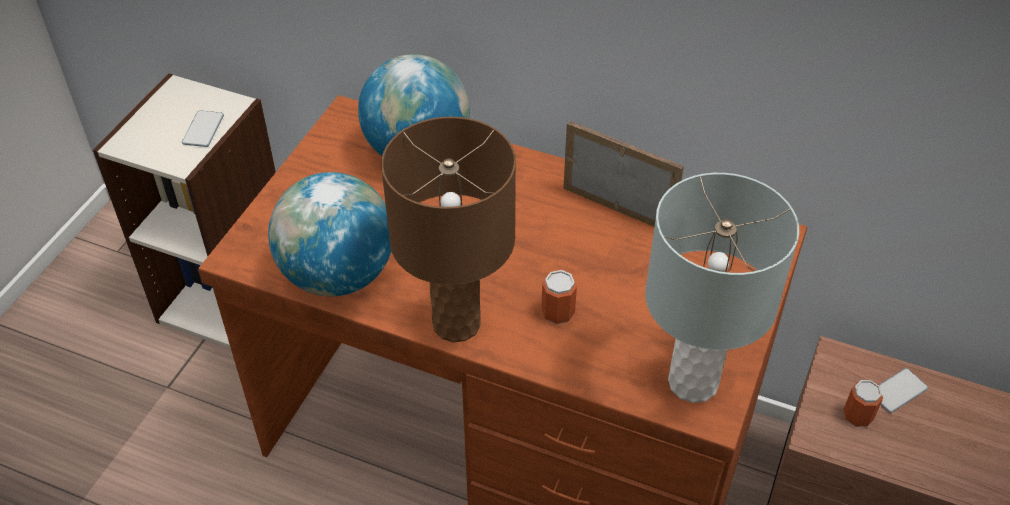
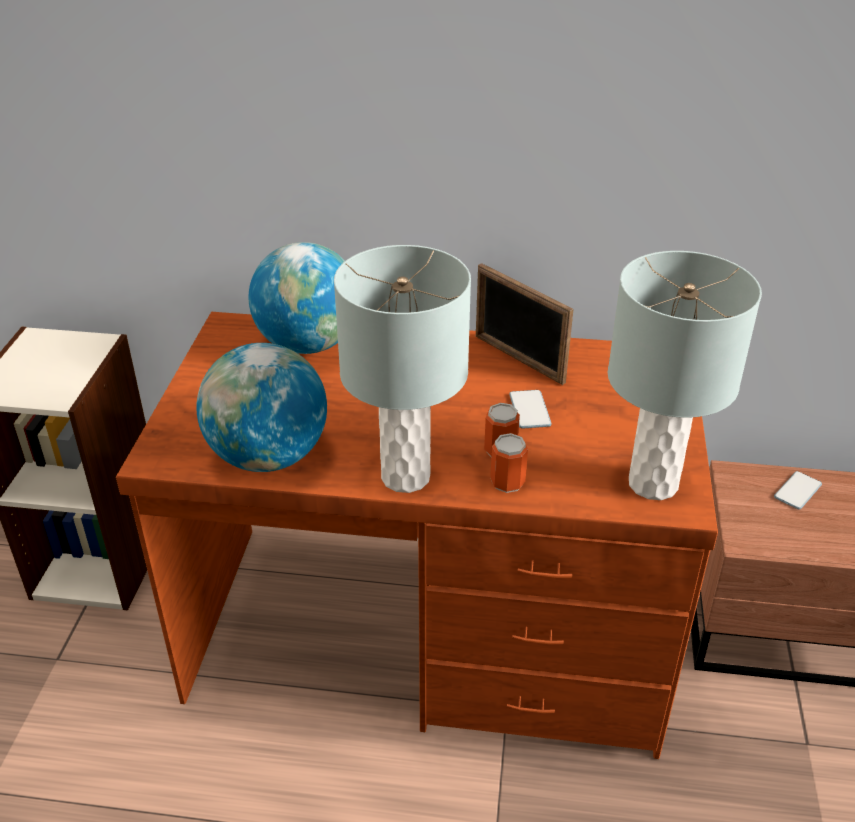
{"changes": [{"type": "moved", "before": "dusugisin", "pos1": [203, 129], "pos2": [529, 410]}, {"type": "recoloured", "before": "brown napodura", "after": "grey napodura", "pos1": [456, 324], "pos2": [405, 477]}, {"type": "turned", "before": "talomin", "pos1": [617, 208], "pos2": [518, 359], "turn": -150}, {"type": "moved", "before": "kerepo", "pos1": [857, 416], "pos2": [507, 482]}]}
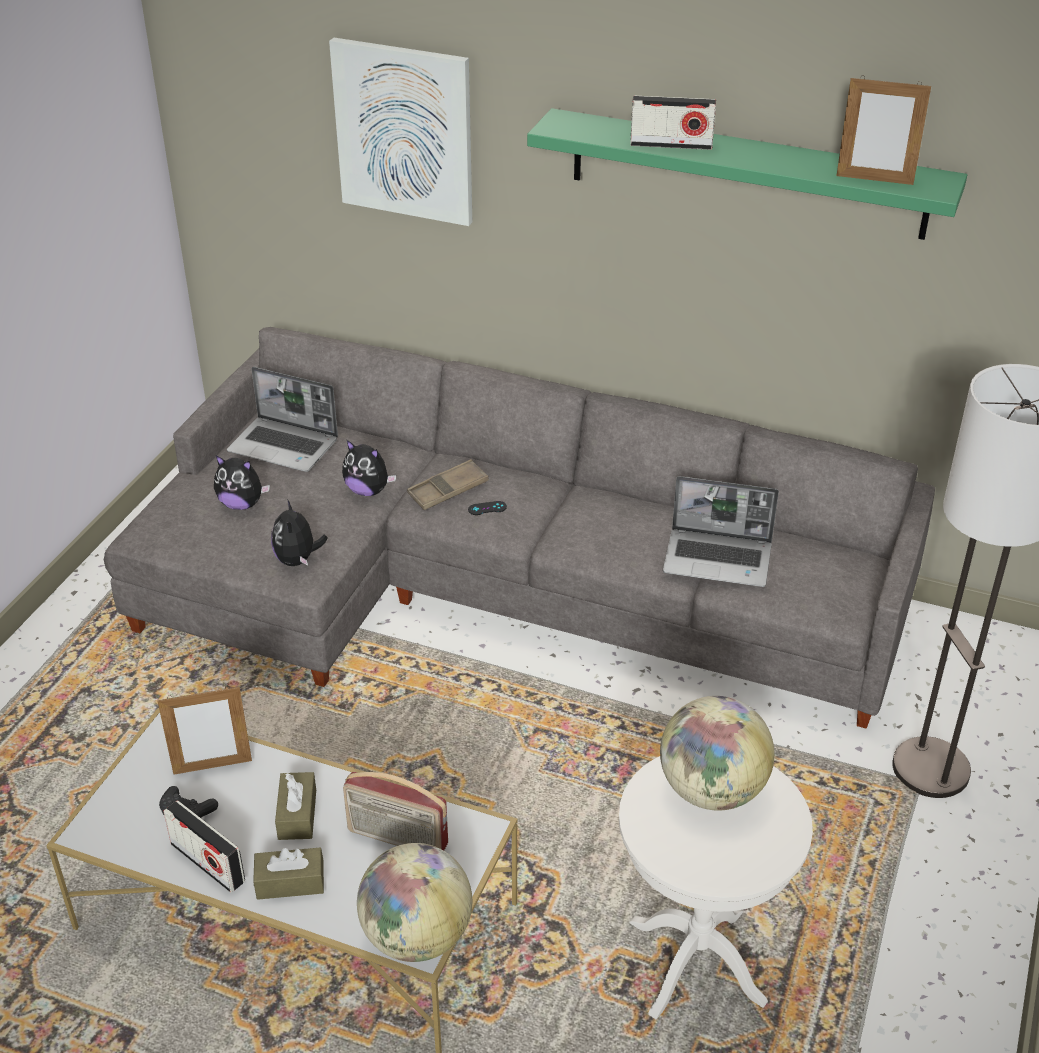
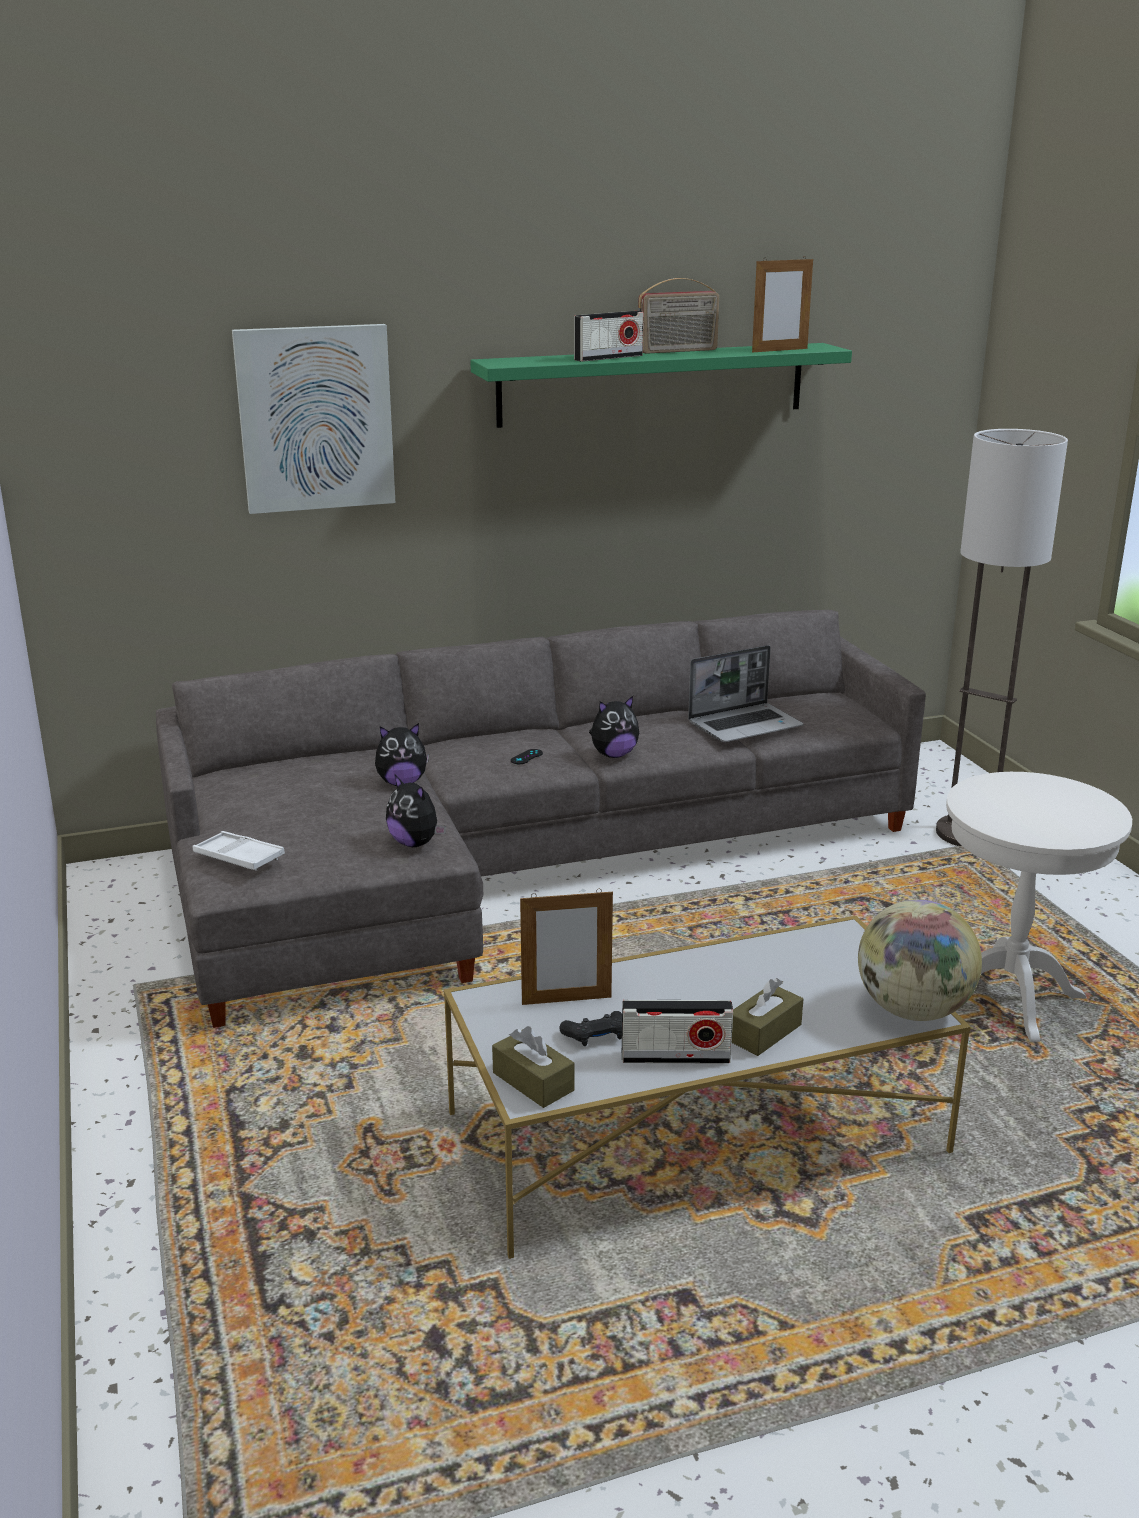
{"changes": [{"type": "removed", "before": "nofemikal", "pos1": [285, 446]}, {"type": "moved", "before": "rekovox", "pos1": [242, 504], "pos2": [613, 755]}, {"type": "removed", "before": "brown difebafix", "pos1": [448, 490]}, {"type": "turned", "before": "talomin", "pos1": [212, 767], "pos2": [566, 1000], "turn": 45}, {"type": "removed", "before": "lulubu", "pos1": [711, 790]}, {"type": "moved", "before": "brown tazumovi", "pos1": [297, 814], "pos2": [533, 1081]}, {"type": "moved", "before": "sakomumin", "pos1": [397, 839], "pos2": [678, 351]}, {"type": "added", "after": "white difebafix", "pos2": [238, 857]}]}
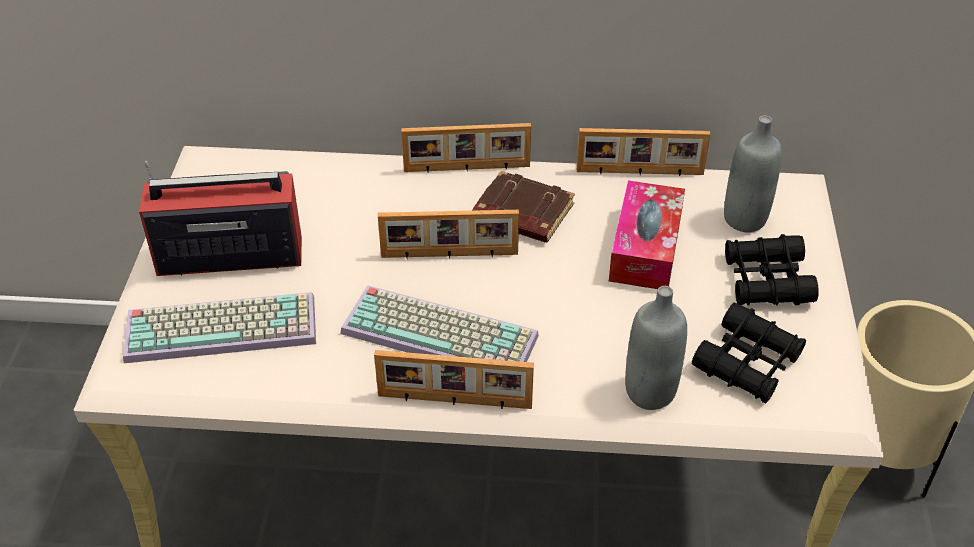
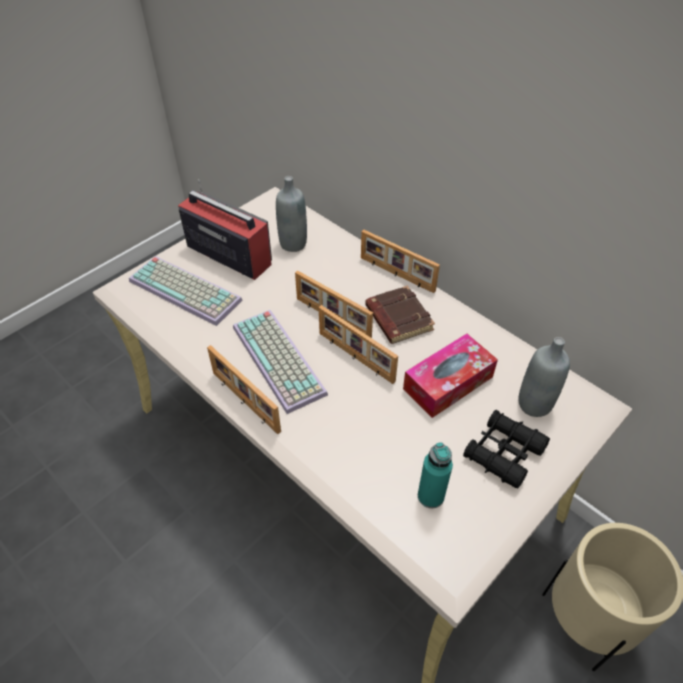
{"changes": [{"type": "moved", "before": "talomin", "pos1": [640, 173], "pos2": [355, 357]}, {"type": "moved", "before": "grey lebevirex", "pos1": [650, 392], "pos2": [293, 244]}, {"type": "replaced", "before": "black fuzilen", "after": "turquoise lebevirex", "pos1": [747, 362], "pos2": [430, 496]}]}
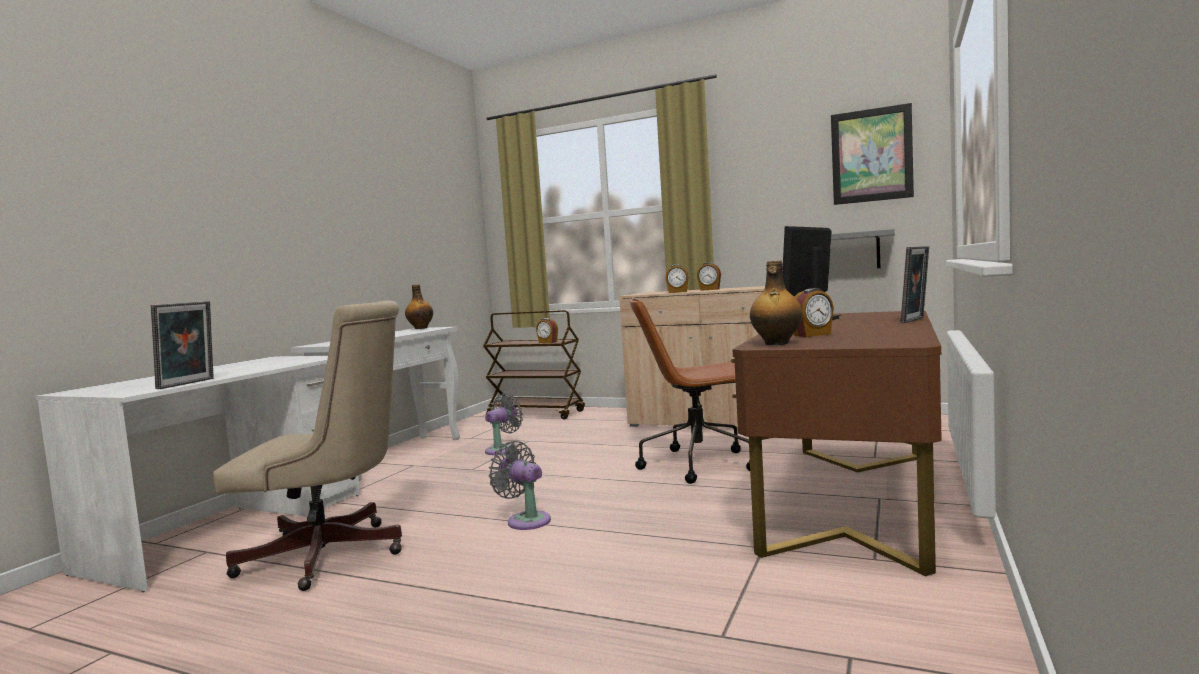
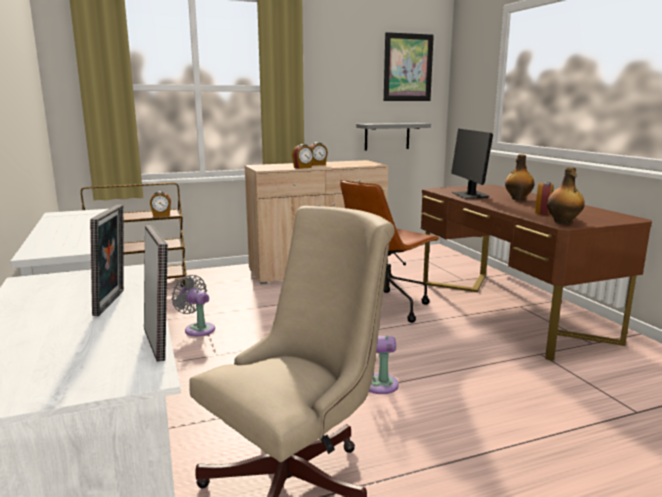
{"changes": [{"type": "moved", "before": "talomin", "pos1": [916, 320], "pos2": [113, 302]}, {"type": "moved", "before": "lebevirex", "pos1": [420, 328], "pos2": [517, 199]}, {"type": "turned", "before": "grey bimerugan", "pos1": [503, 450], "pos2": [197, 329], "turn": -45}]}
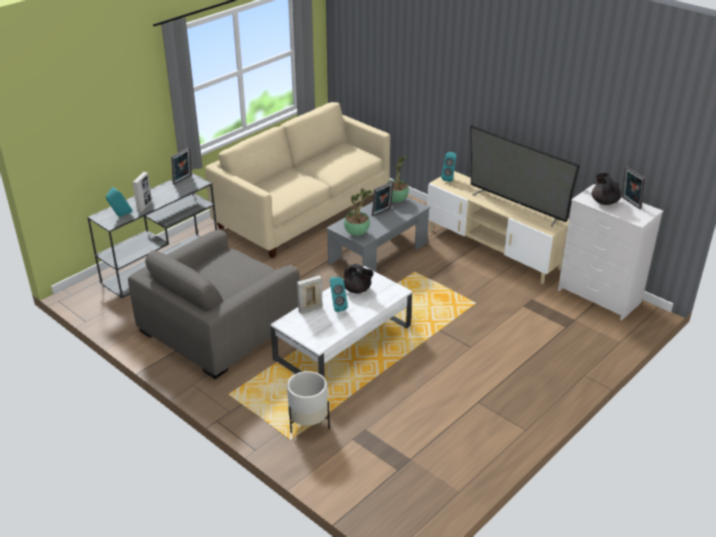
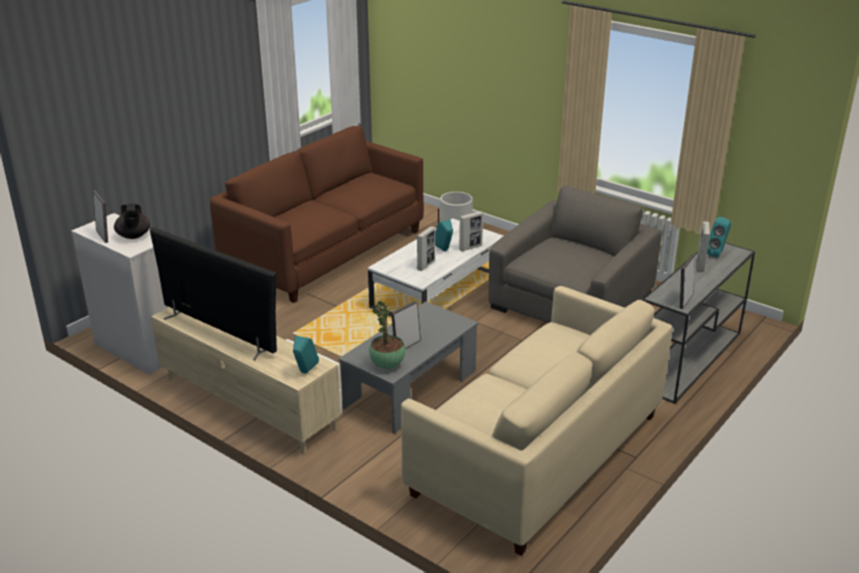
{"changes": [{"type": "removed", "before": "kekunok", "pos1": [357, 233]}, {"type": "replaced", "before": "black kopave", "after": "talomin", "pos1": [357, 290], "pos2": [426, 265]}, {"type": "added", "after": "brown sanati", "pos2": [325, 251]}]}
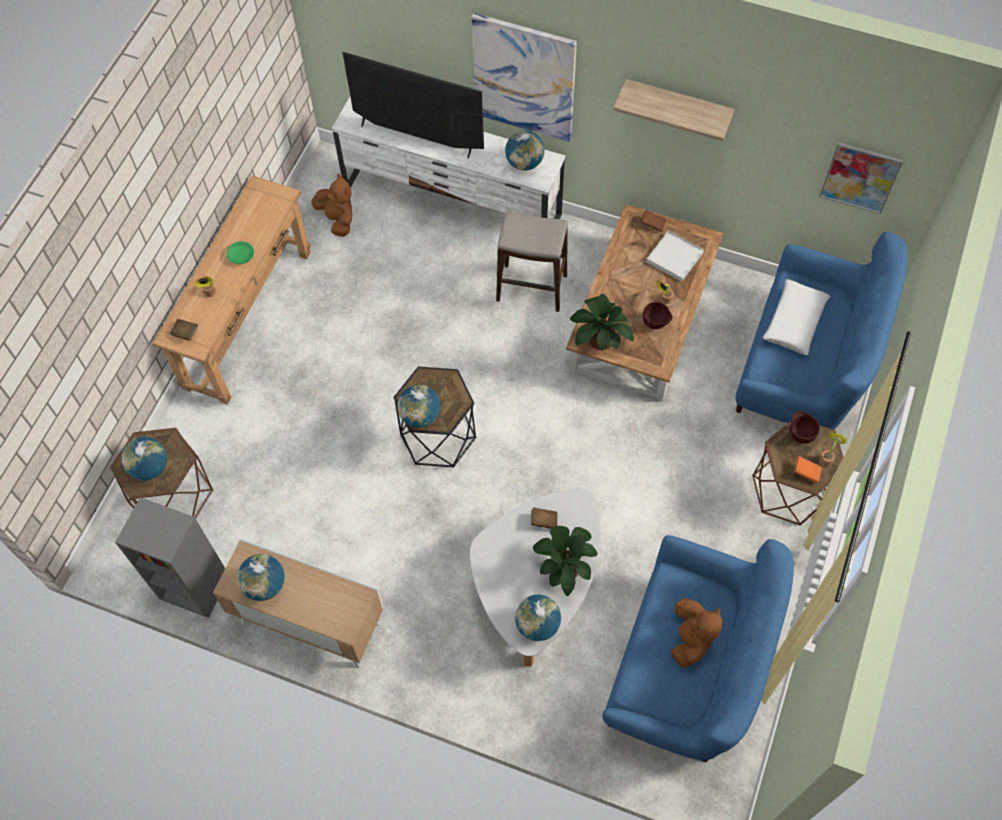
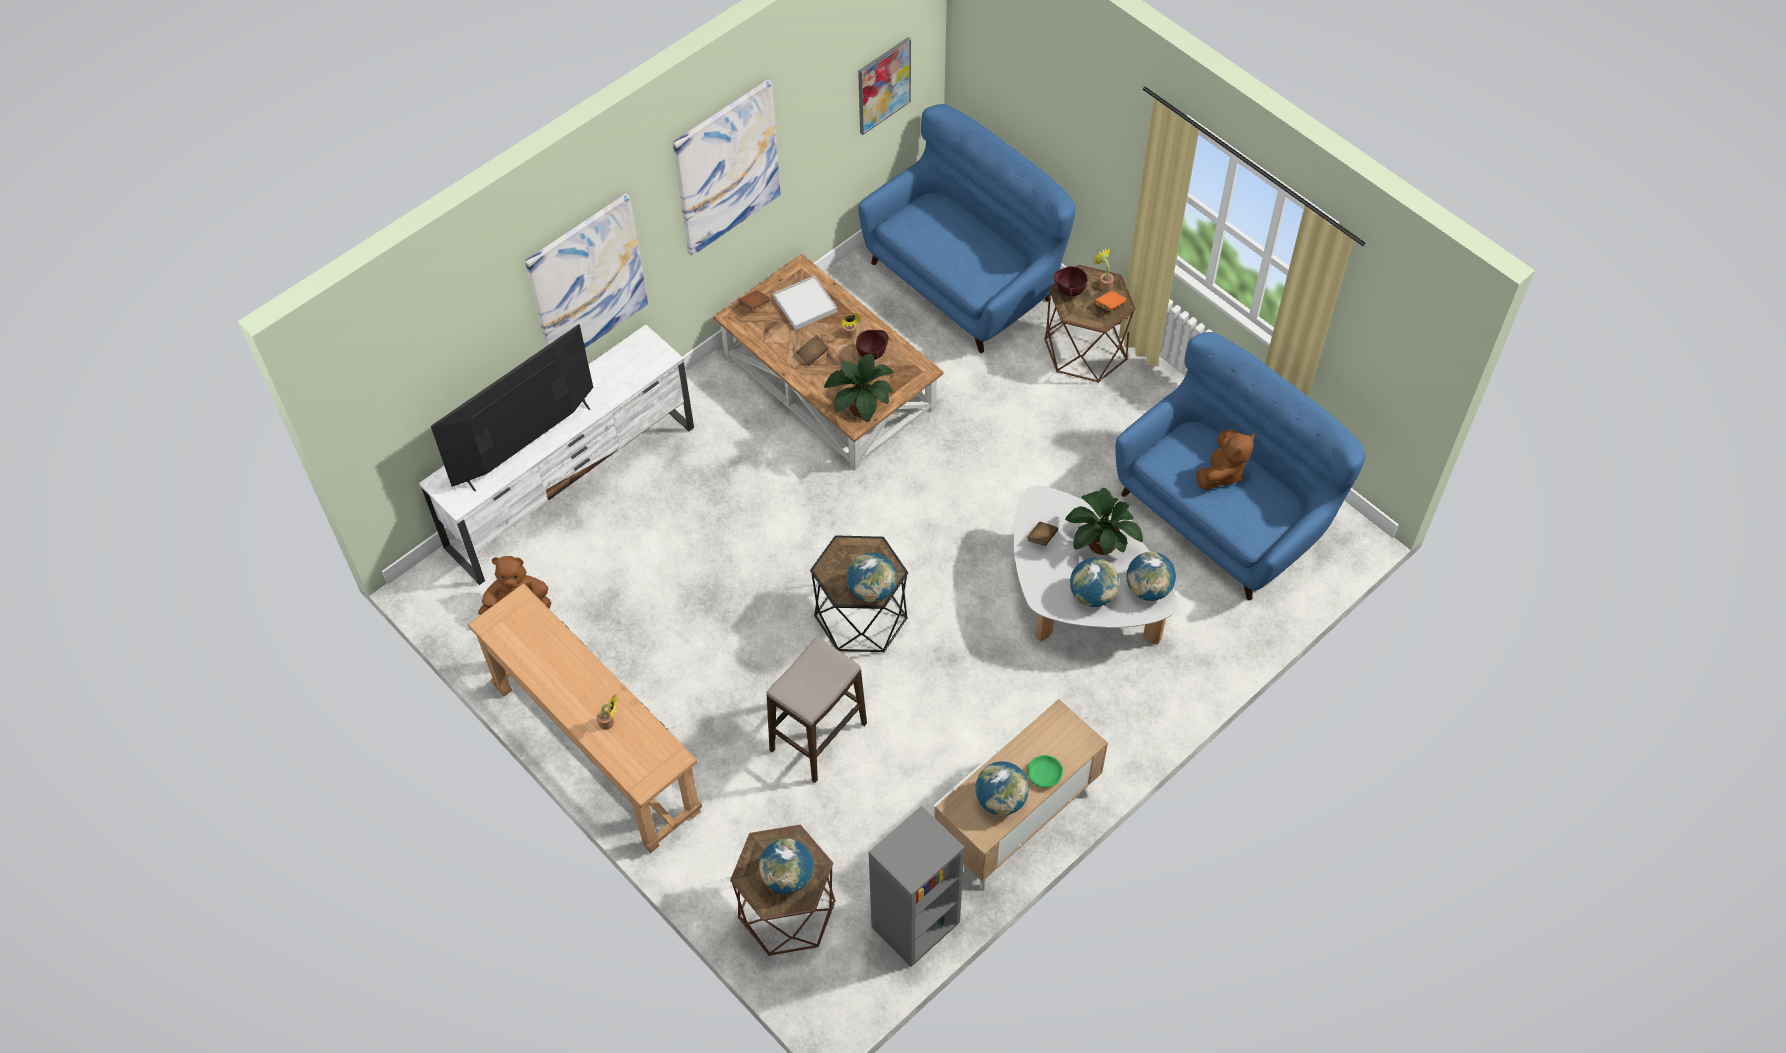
{"changes": [{"type": "replaced", "before": "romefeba", "after": "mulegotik", "pos1": [677, 105], "pos2": [727, 168]}, {"type": "moved", "before": "lulubu", "pos1": [524, 163], "pos2": [1092, 595]}, {"type": "moved", "before": "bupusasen", "pos1": [531, 288], "pos2": [818, 737]}, {"type": "moved", "before": "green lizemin", "pos1": [241, 256], "pos2": [1045, 774]}, {"type": "removed", "before": "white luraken", "pos1": [794, 321]}, {"type": "moved", "before": "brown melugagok", "pos1": [185, 333], "pos2": [812, 355]}, {"type": "turned", "before": "brown rekovox", "pos1": [691, 639], "pos2": [1222, 472], "turn": 90}]}
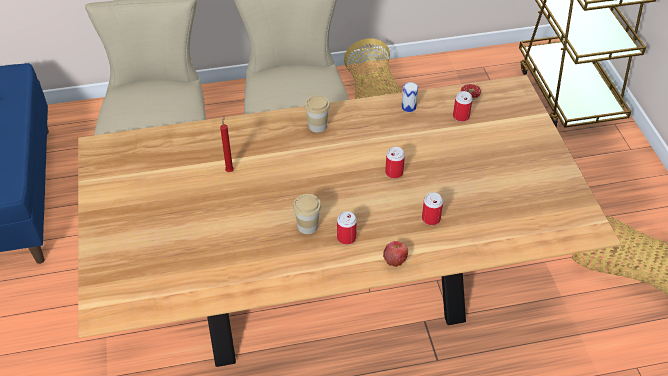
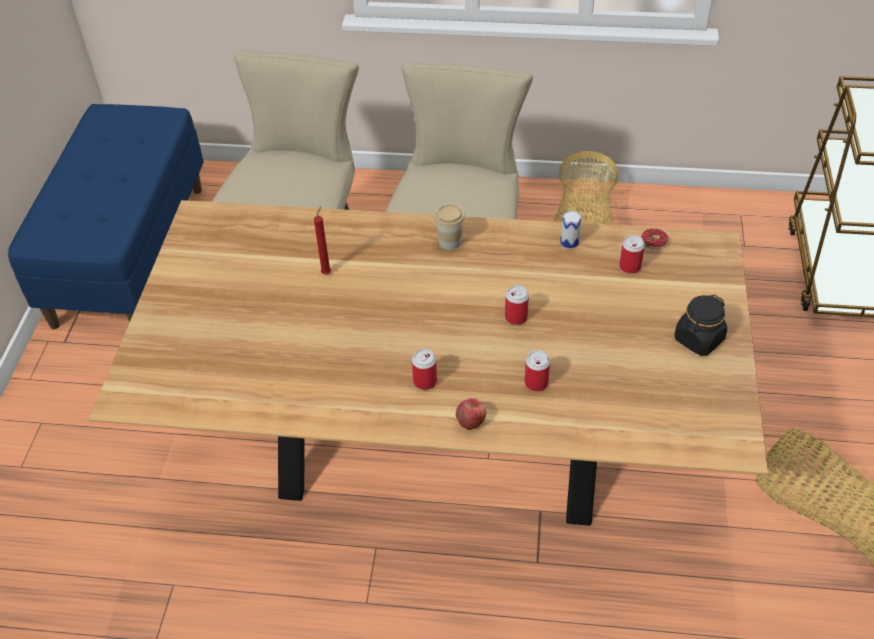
{"changes": [{"type": "removed", "before": "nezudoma", "pos1": [307, 226]}, {"type": "added", "after": "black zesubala", "pos2": [698, 339]}]}
